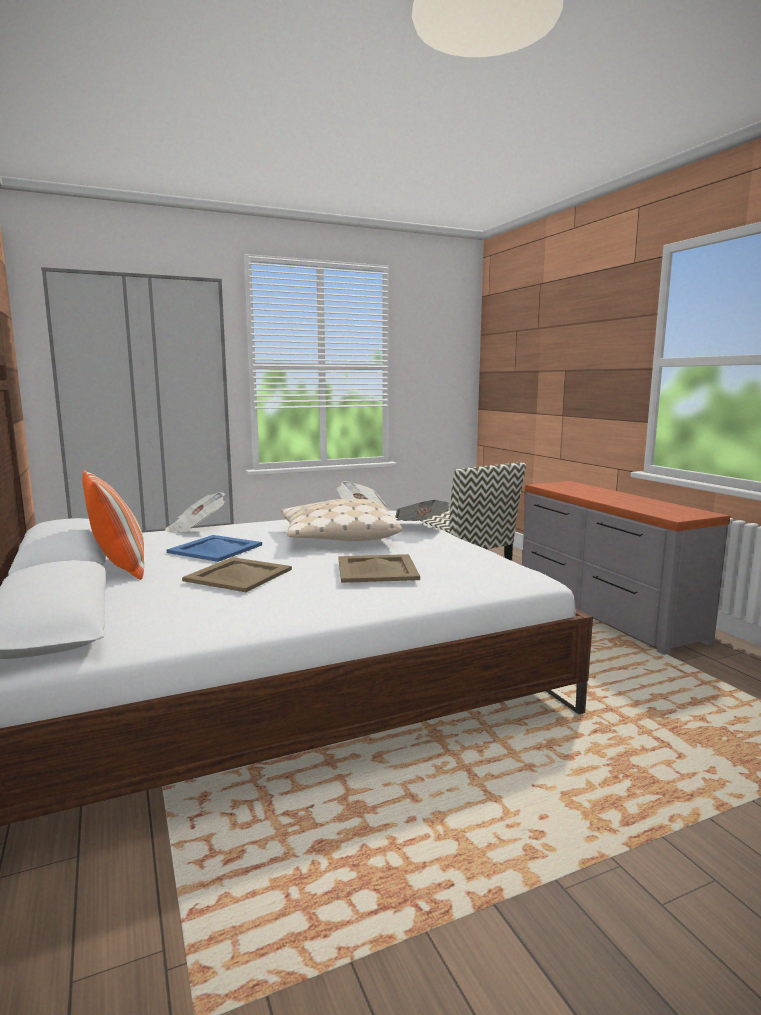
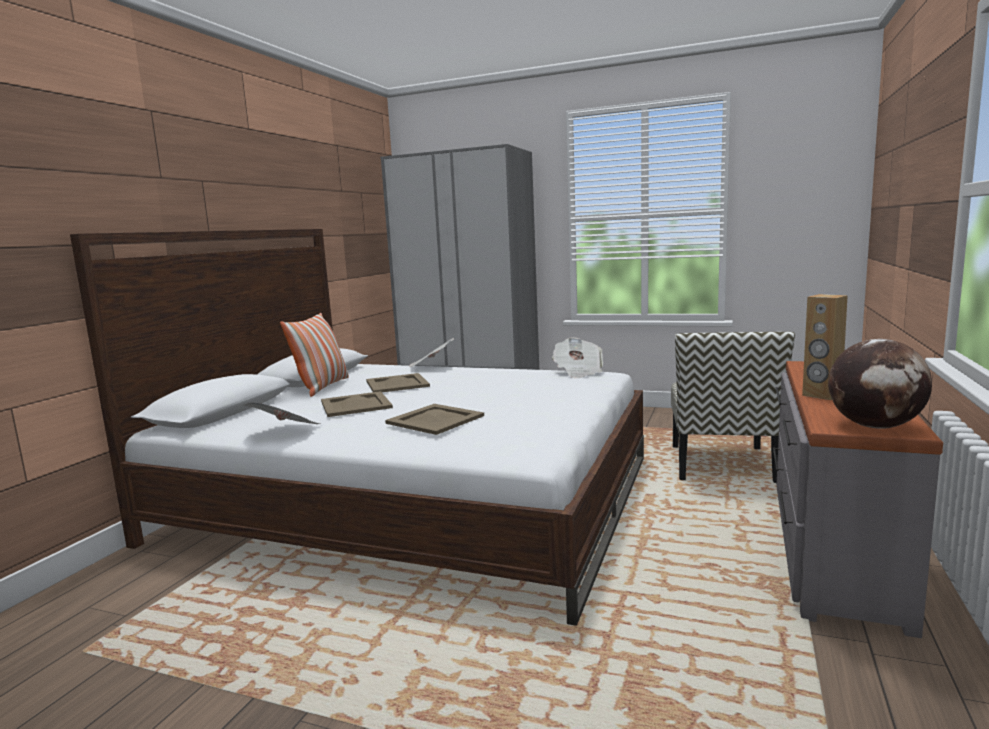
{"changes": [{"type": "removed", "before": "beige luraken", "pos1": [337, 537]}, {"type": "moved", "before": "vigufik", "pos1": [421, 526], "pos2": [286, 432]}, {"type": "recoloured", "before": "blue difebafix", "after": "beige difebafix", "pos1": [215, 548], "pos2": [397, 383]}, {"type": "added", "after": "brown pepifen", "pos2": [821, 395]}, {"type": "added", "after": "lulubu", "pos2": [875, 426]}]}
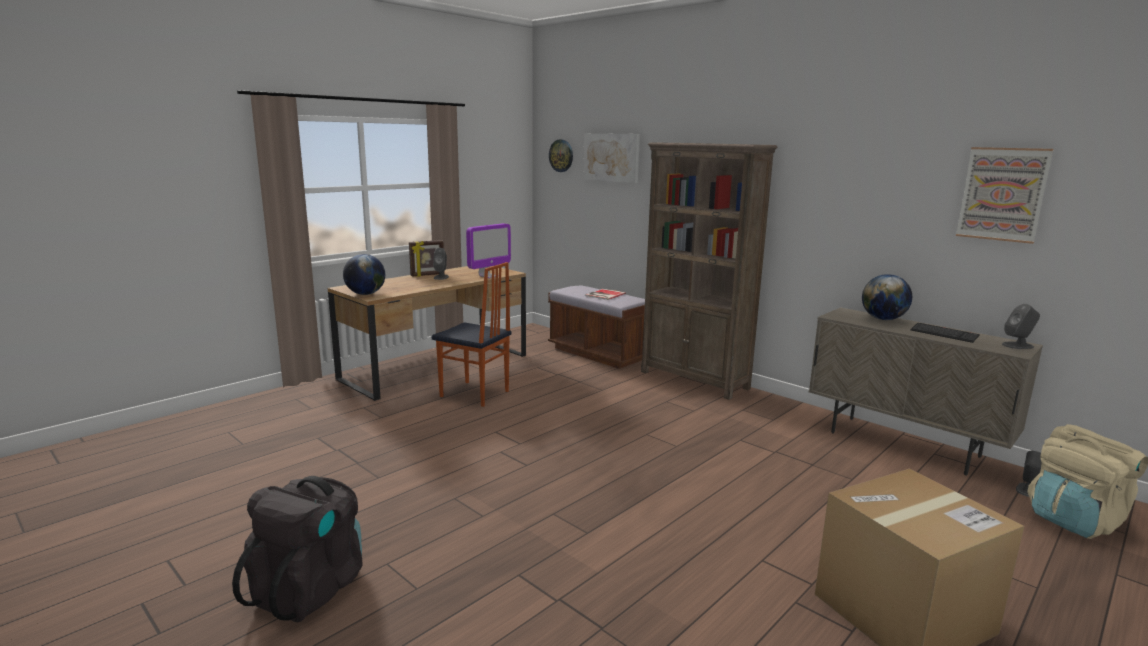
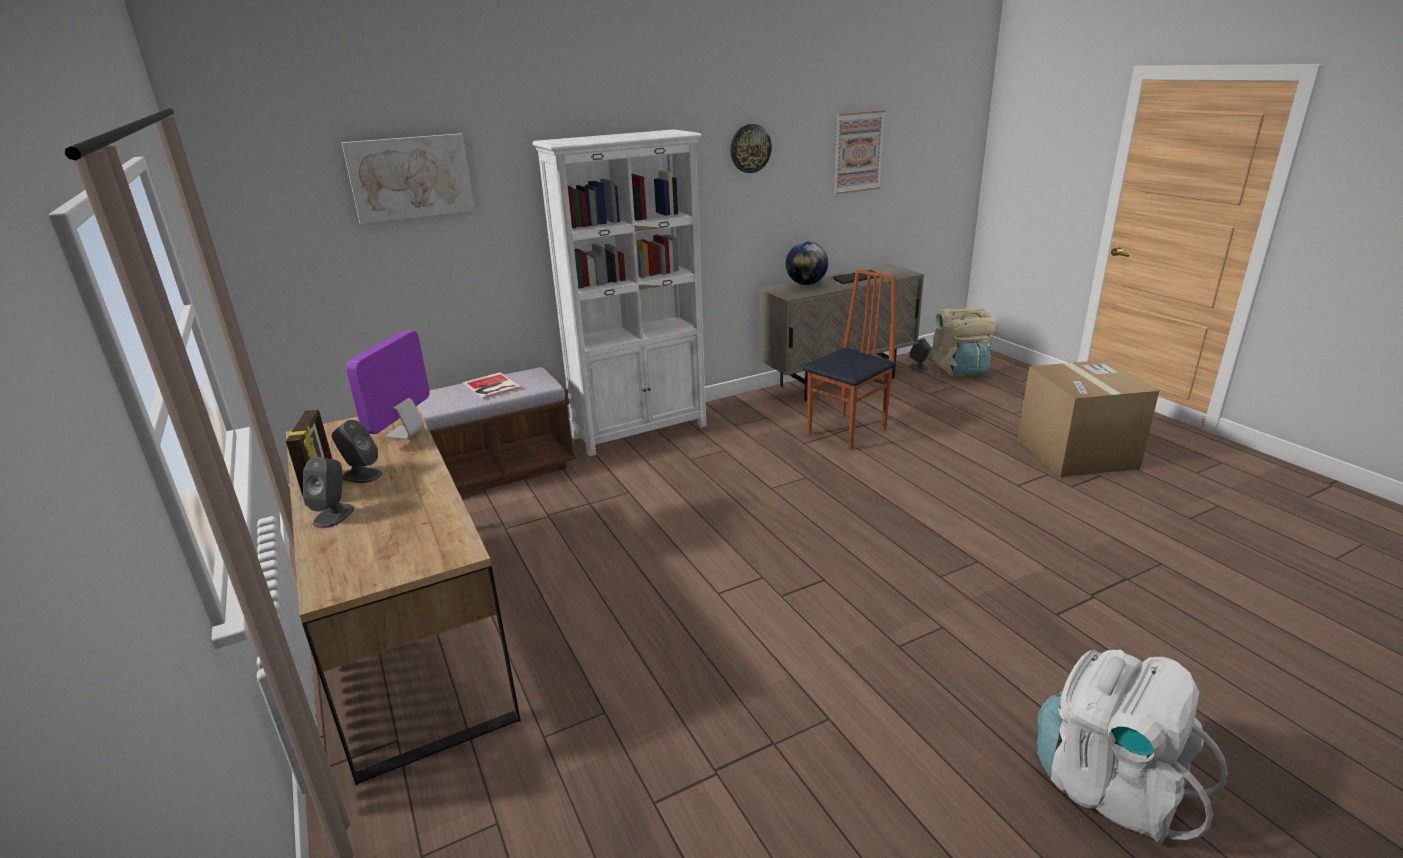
{"changes": [{"type": "moved", "before": "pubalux", "pos1": [561, 155], "pos2": [750, 148]}, {"type": "recoloured", "before": "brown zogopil", "after": "white zogopil", "pos1": [694, 380], "pos2": [641, 431]}, {"type": "turned", "before": "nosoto", "pos1": [488, 276], "pos2": [405, 433], "turn": -135}, {"type": "removed", "before": "lulubu", "pos1": [365, 294]}, {"type": "moved", "before": "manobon", "pos1": [474, 394], "pos2": [848, 432]}, {"type": "moved", "before": "grey pepifen", "pos1": [1018, 345], "pos2": [334, 515]}, {"type": "recoloured", "before": "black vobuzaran", "after": "white vobuzaran", "pos1": [310, 588], "pos2": [1110, 786]}]}
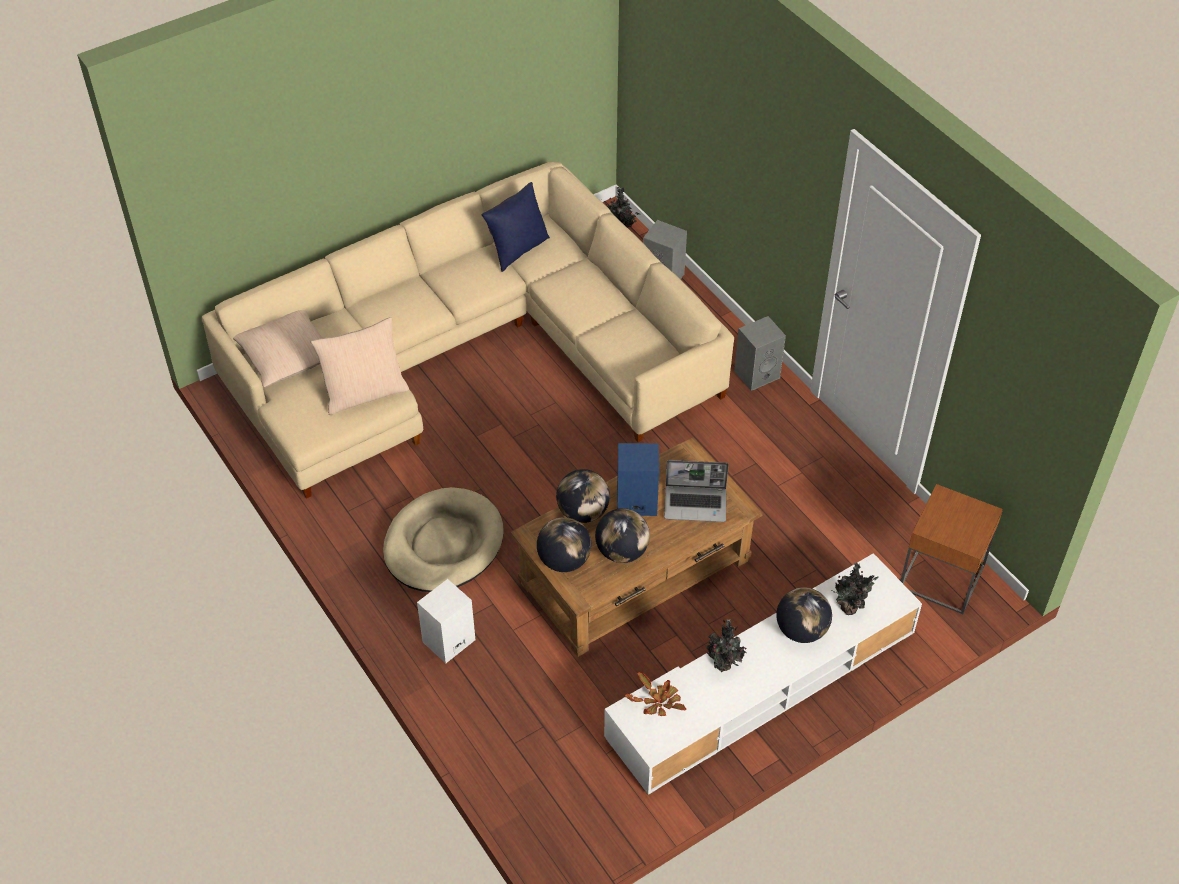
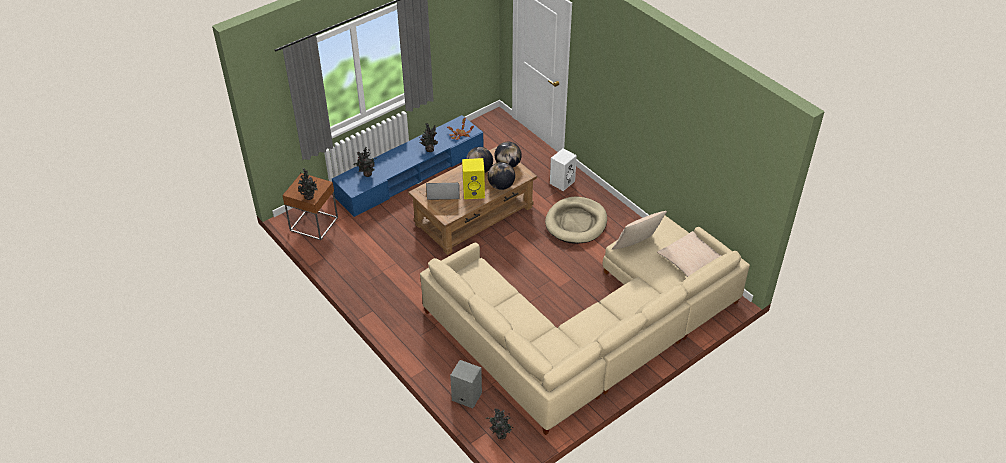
{"changes": [{"type": "removed", "before": "blue luraken", "pos1": [517, 250]}, {"type": "removed", "before": "grey pepifen", "pos1": [757, 373]}, {"type": "recoloured", "before": "blue pepifen", "after": "yellow pepifen", "pos1": [635, 502], "pos2": [474, 192]}, {"type": "recoloured", "before": "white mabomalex", "after": "blue mabomalex", "pos1": [761, 685], "pos2": [411, 174]}, {"type": "removed", "before": "lulubu", "pos1": [801, 630]}, {"type": "added", "after": "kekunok", "pos2": [309, 197]}]}
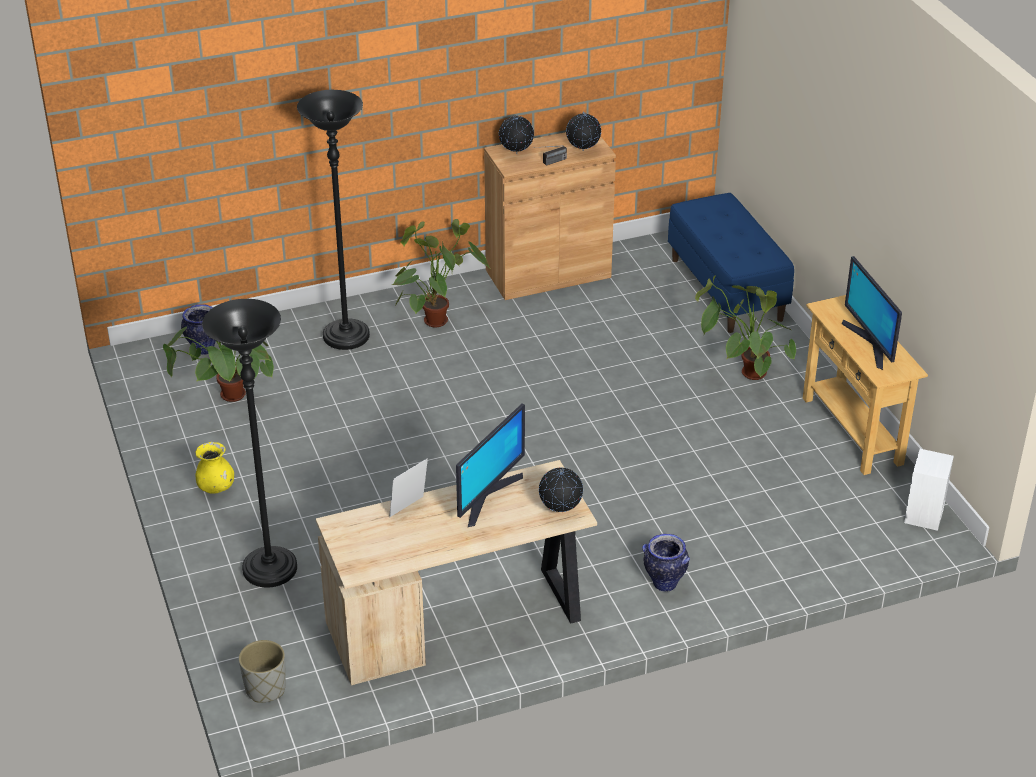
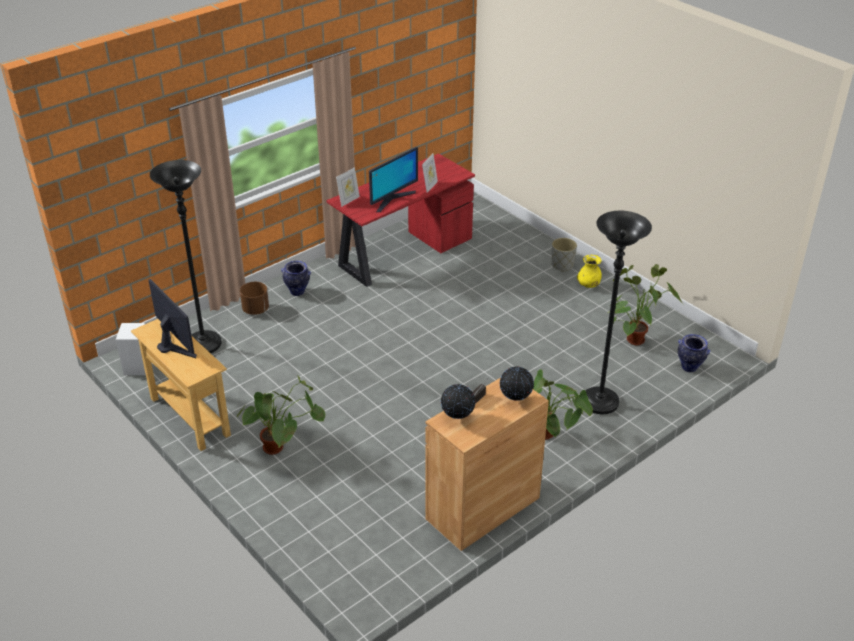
{"changes": [{"type": "removed", "before": "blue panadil", "pos1": [727, 289]}, {"type": "moved", "before": "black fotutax", "pos1": [270, 570], "pos2": [204, 344]}, {"type": "turned", "before": "nosoto", "pos1": [487, 496], "pos2": [392, 199], "turn": -150}, {"type": "recoloured", "before": "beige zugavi", "after": "red zugavi", "pos1": [459, 622], "pos2": [402, 252]}, {"type": "replaced", "before": "lulubu", "after": "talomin", "pos1": [560, 511], "pos2": [348, 200]}, {"type": "moved", "before": "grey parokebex", "pos1": [265, 688], "pos2": [562, 265]}, {"type": "added", "after": "brown parokebex", "pos2": [256, 309]}]}
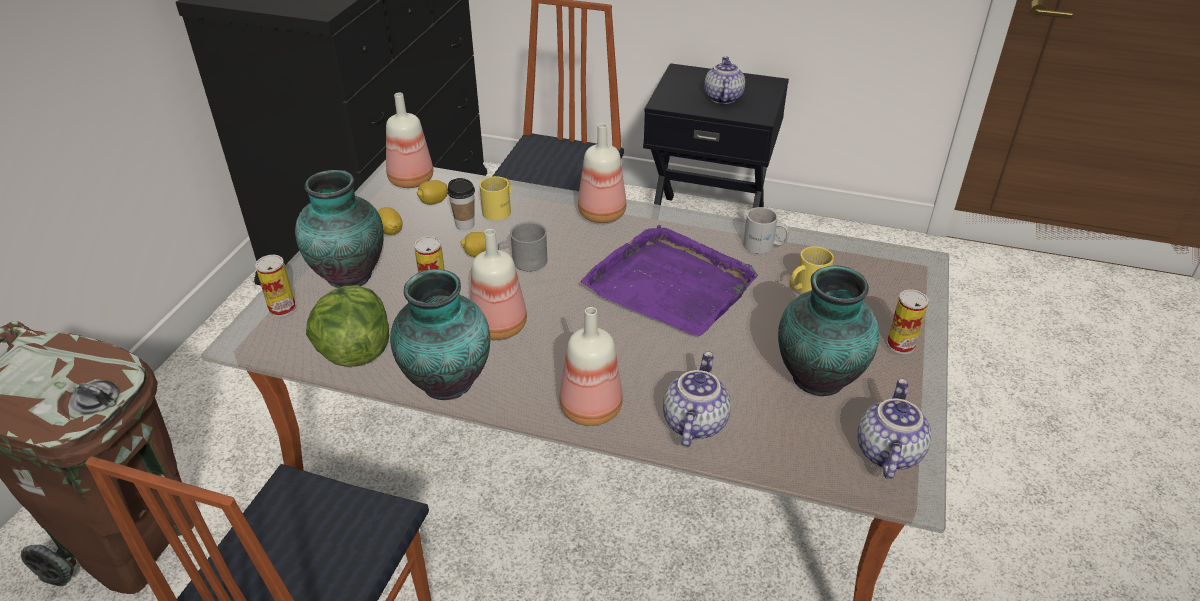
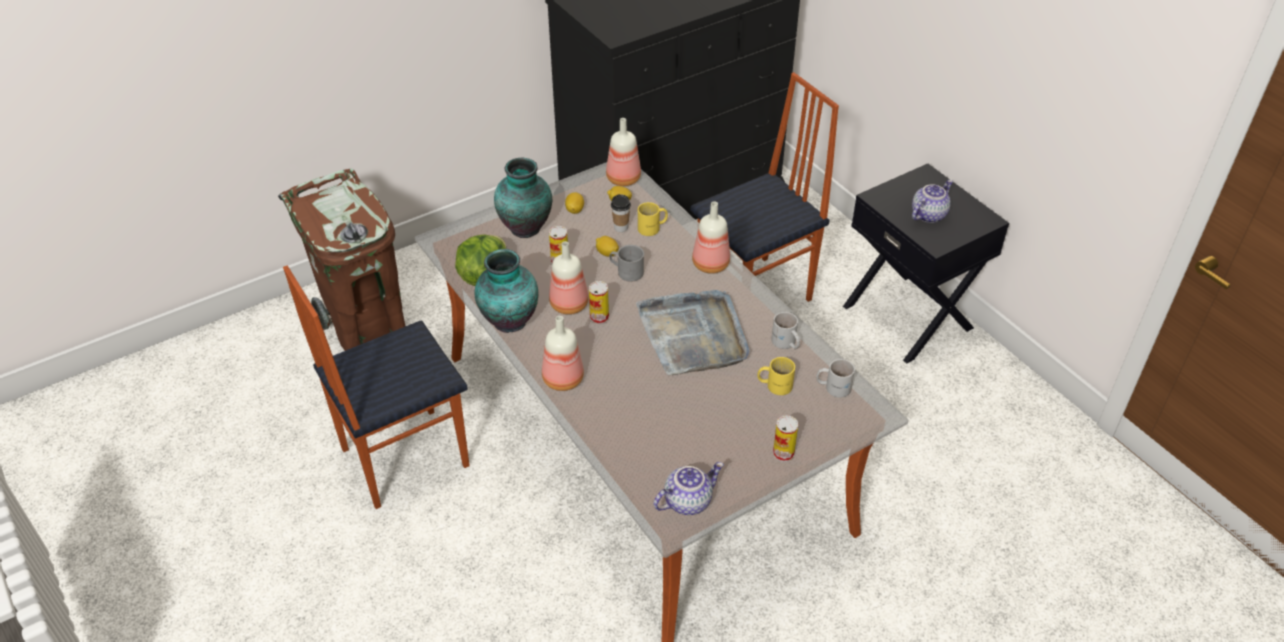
{"changes": [{"type": "recoloured", "before": "purple difebafix", "after": "grey difebafix", "pos1": [671, 285], "pos2": [693, 335]}, {"type": "moved", "before": "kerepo", "pos1": [282, 308], "pos2": [599, 317]}, {"type": "removed", "before": "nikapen", "pos1": [819, 380]}, {"type": "removed", "before": "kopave", "pos1": [693, 422]}, {"type": "added", "after": "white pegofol", "pos2": [833, 386]}]}
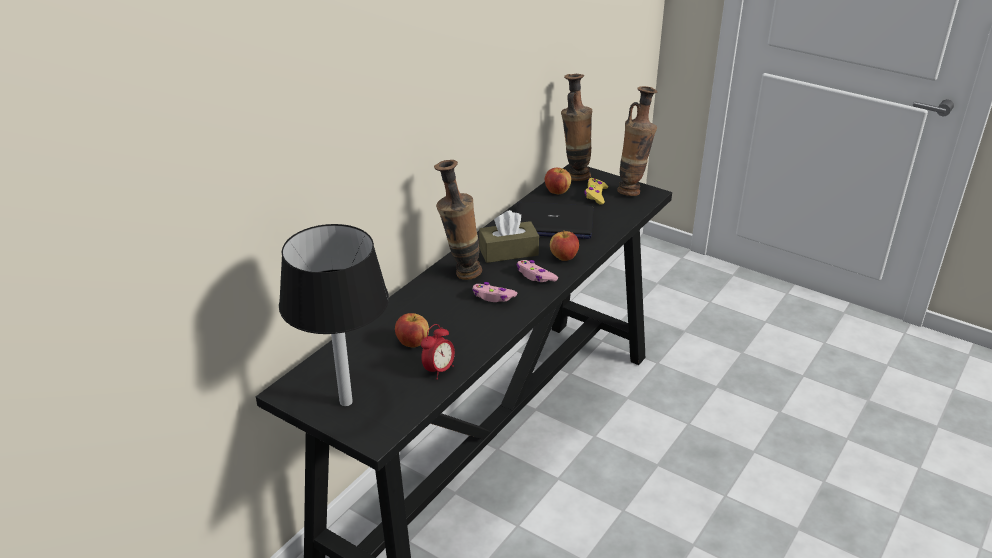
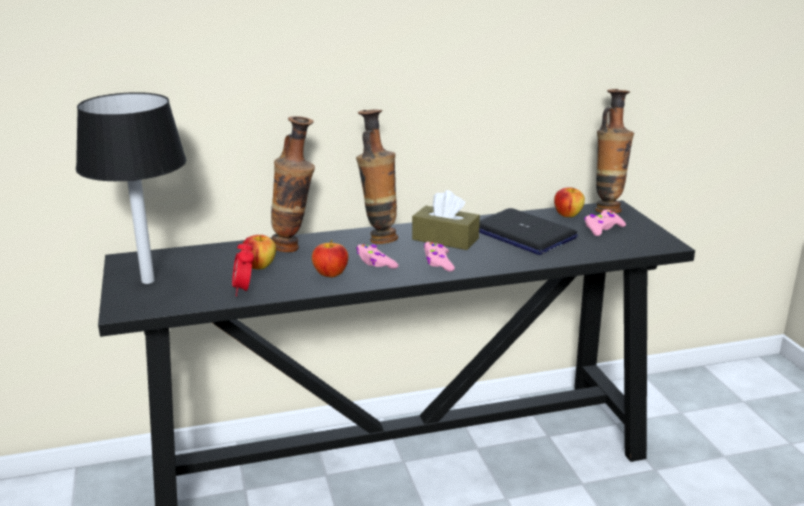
{"changes": [{"type": "moved", "before": "nikapen", "pos1": [633, 190], "pos2": [294, 248]}, {"type": "recoloured", "before": "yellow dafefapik", "after": "pink dafefapik", "pos1": [595, 195], "pos2": [602, 228]}, {"type": "moved", "before": "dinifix", "pos1": [564, 257], "pos2": [330, 274]}, {"type": "turned", "before": "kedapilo", "pos1": [438, 370], "pos2": [244, 290], "turn": 90}]}
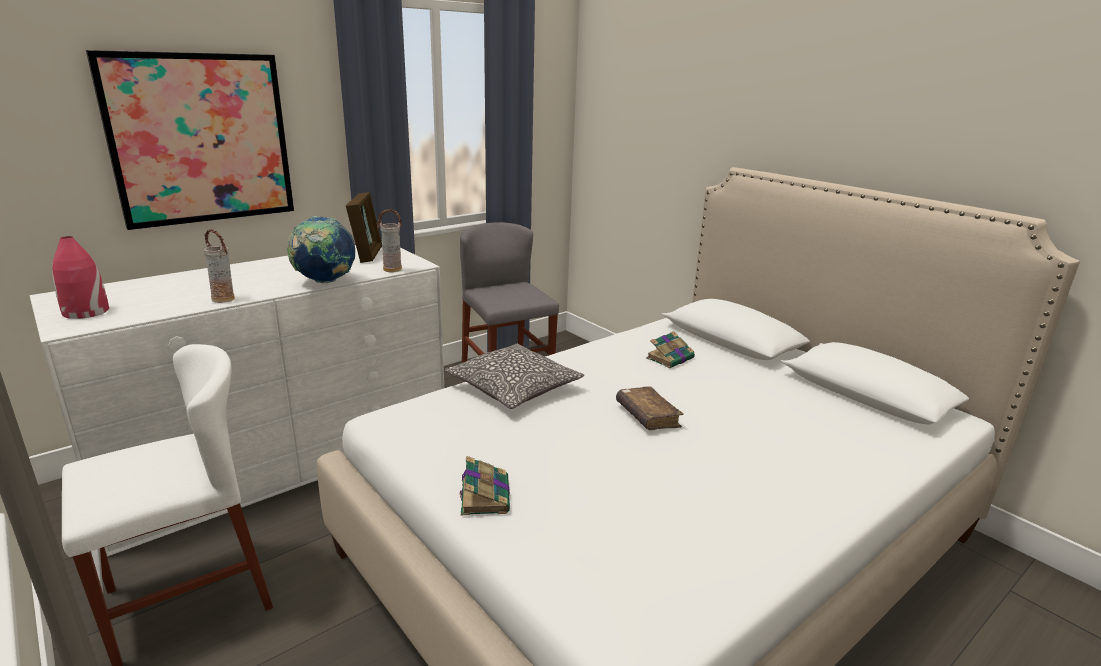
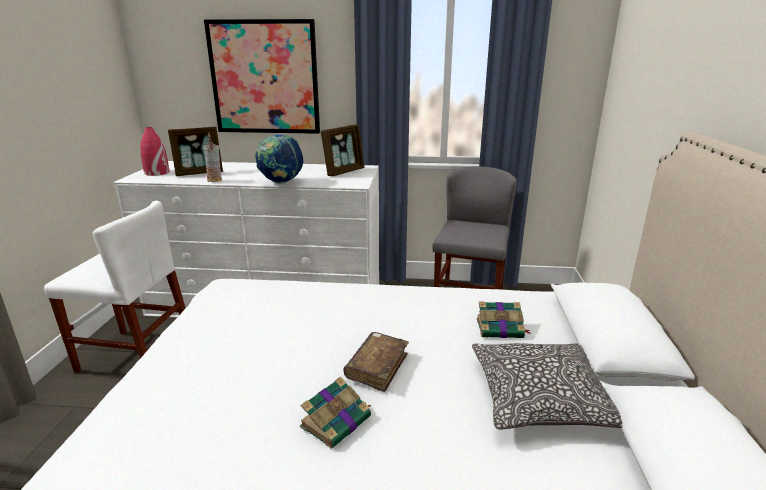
{"changes": [{"type": "removed", "before": "nikapen", "pos1": [392, 270]}, {"type": "moved", "before": "luraken", "pos1": [514, 388], "pos2": [540, 398]}, {"type": "moved", "before": "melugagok", "pos1": [485, 495], "pos2": [337, 421]}, {"type": "added", "after": "talomin", "pos2": [199, 173]}]}
